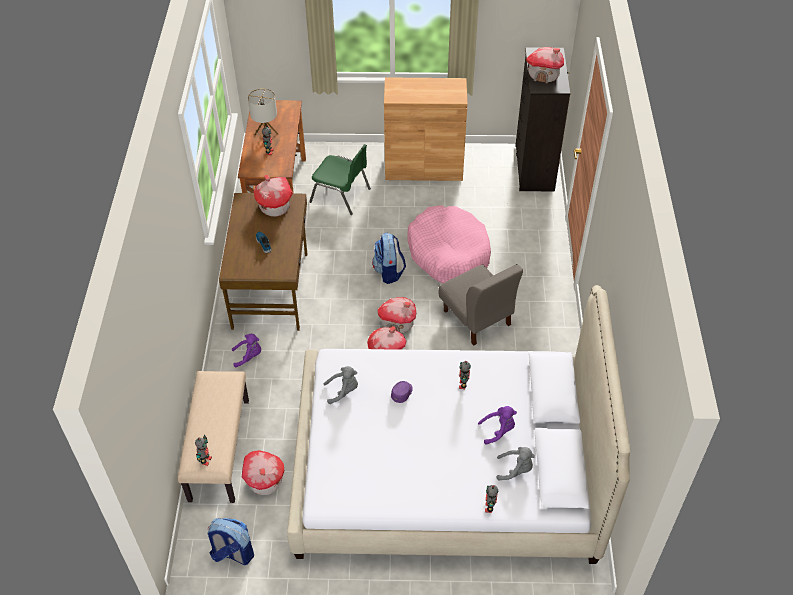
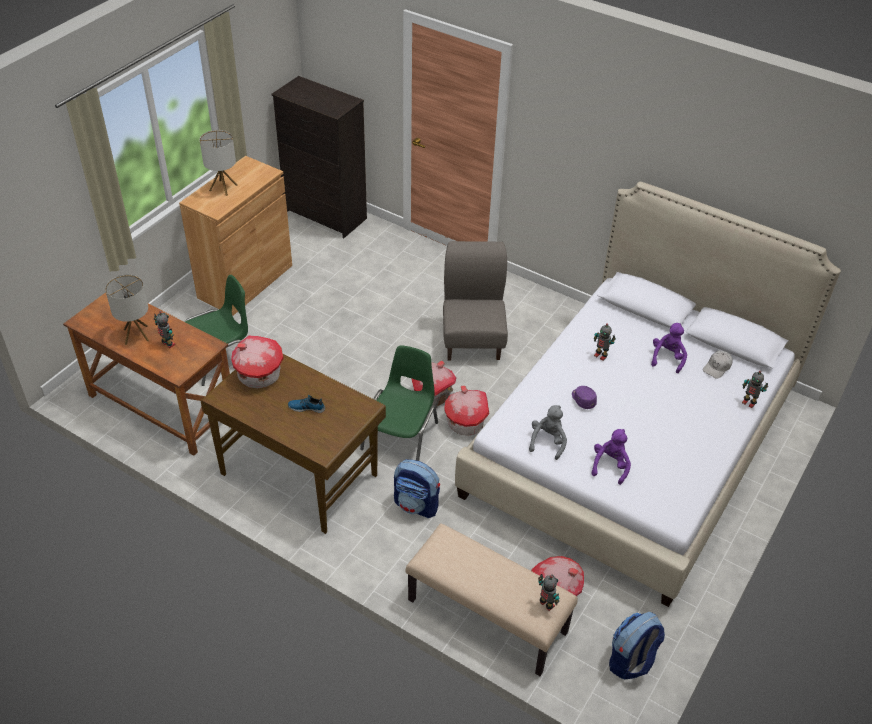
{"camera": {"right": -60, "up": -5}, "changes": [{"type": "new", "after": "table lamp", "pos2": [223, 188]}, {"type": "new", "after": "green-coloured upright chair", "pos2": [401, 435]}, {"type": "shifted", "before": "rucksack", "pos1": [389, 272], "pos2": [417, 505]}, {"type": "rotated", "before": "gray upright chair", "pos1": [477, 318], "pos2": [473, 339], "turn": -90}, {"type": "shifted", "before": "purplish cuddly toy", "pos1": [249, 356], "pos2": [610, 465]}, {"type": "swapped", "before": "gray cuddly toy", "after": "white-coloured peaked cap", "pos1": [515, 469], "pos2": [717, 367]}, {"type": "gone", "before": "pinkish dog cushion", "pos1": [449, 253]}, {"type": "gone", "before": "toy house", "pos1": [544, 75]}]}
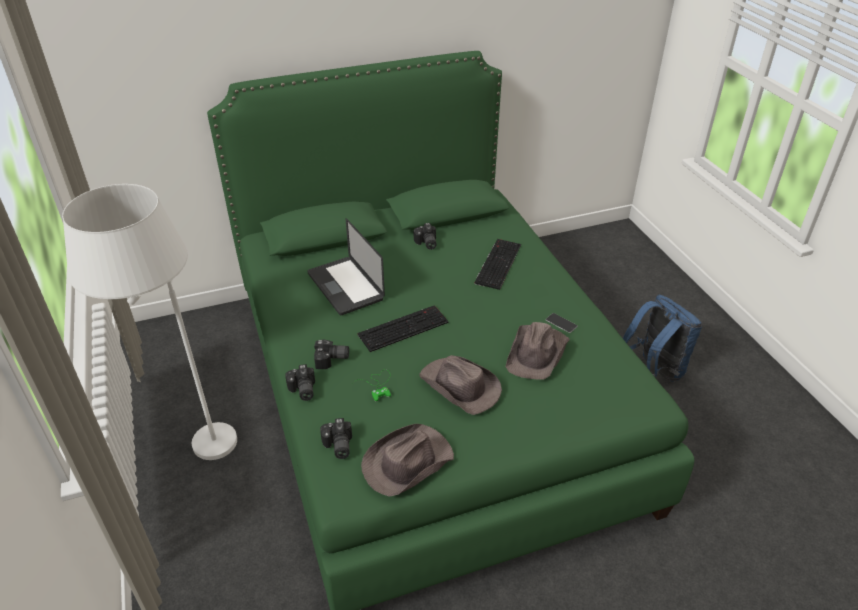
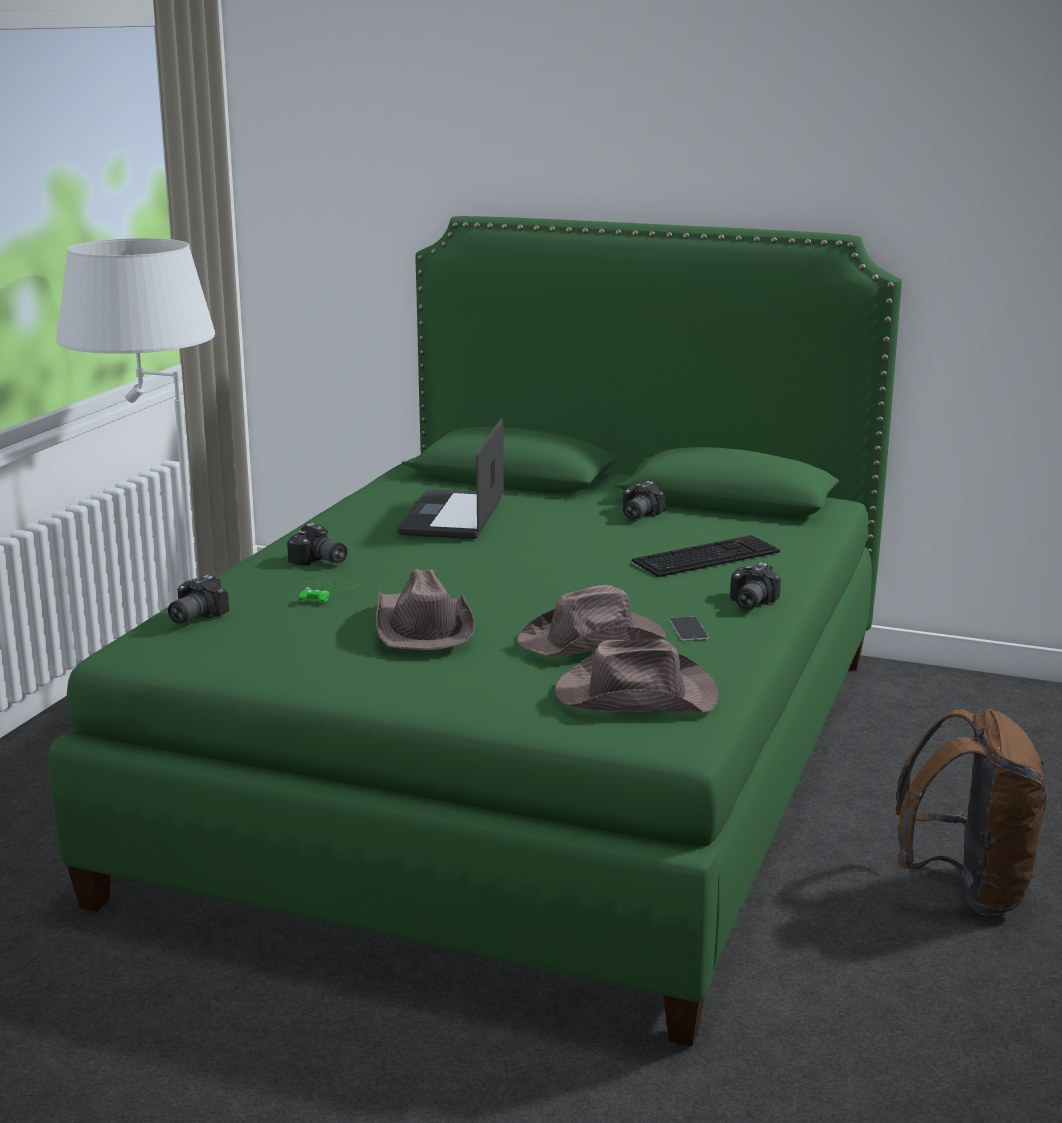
{"camera": {"right": 40, "up": -20}, "changes": [{"type": "shifted", "before": "brownish hat", "pos1": [406, 462], "pos2": [634, 695]}, {"type": "shifted", "before": "photo camera", "pos1": [302, 390], "pos2": [748, 603]}, {"type": "repainted", "before": "bluish rucksack", "after": "brownish rucksack", "pos1": [654, 370], "pos2": [967, 890]}, {"type": "gone", "before": "PC keyboard", "pos1": [403, 327]}]}
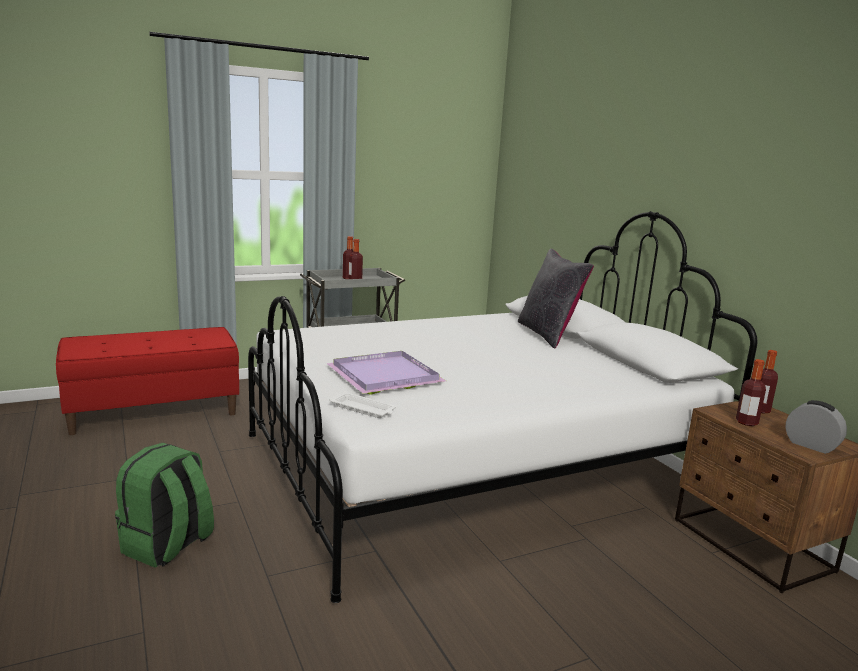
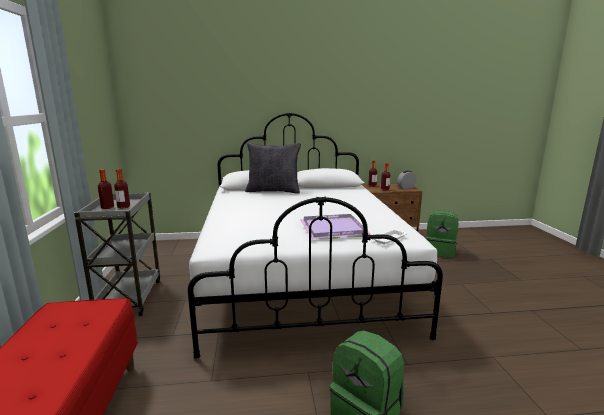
{"camera": {"right": -70, "up": 0}, "changes": [{"type": "new", "after": "green-coloured rucksack", "pos2": [440, 251]}]}
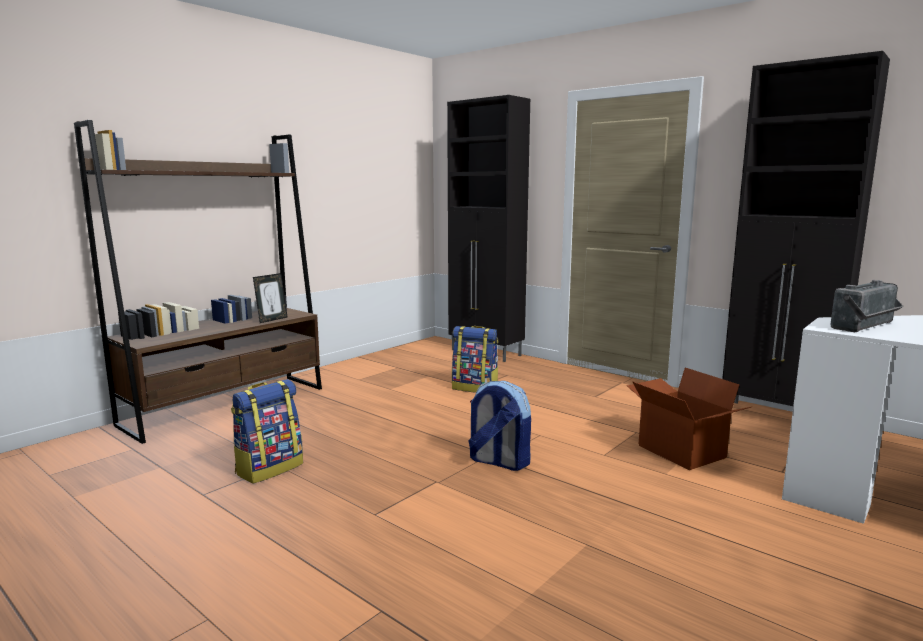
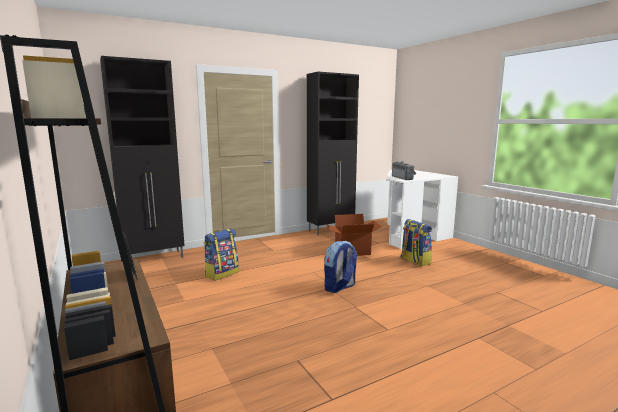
{"camera": {"right": -70, "up": 0}, "changes": [{"type": "shifted", "before": "rucksack", "pos1": [269, 468], "pos2": [414, 261]}]}
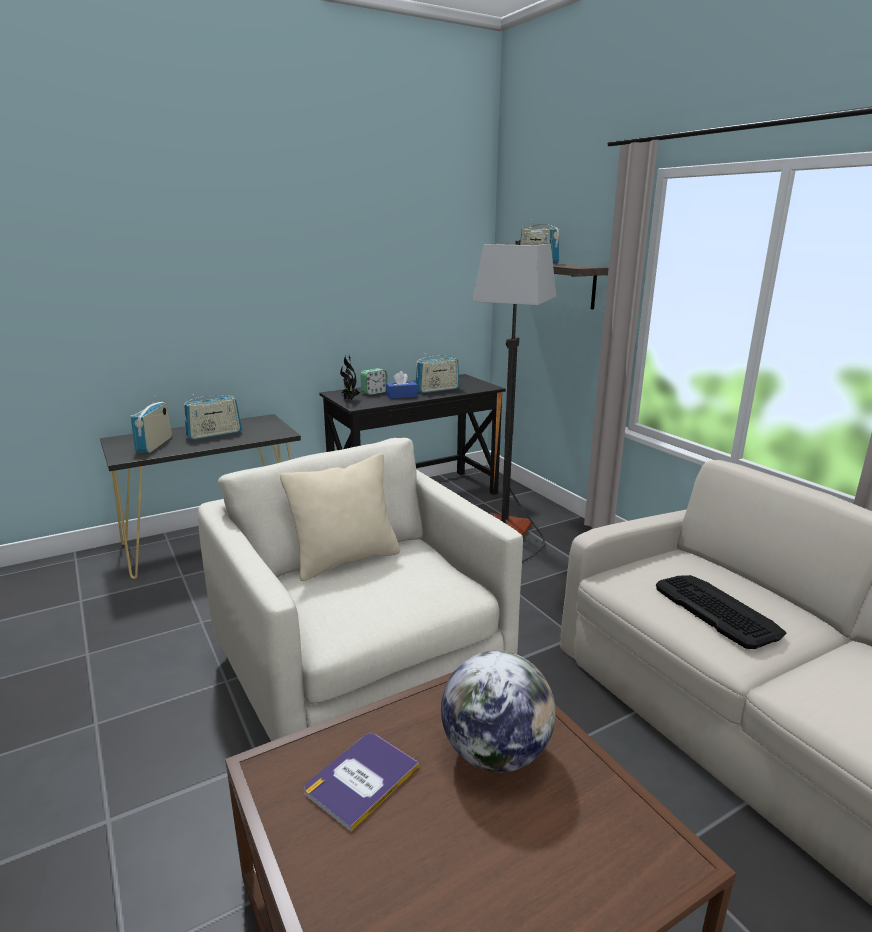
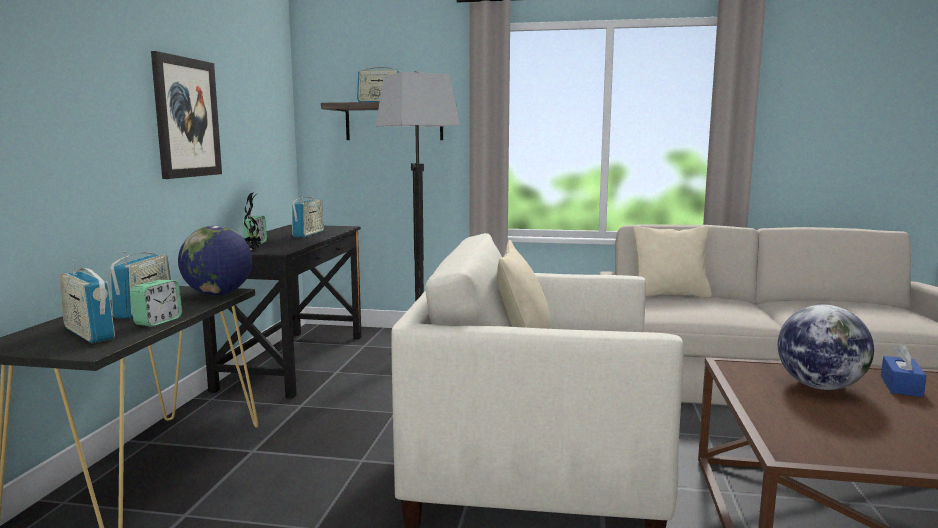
{"camera": {"right": -50, "up": -10}, "changes": [{"type": "new", "after": "table clock", "pos2": [158, 321]}, {"type": "new", "after": "wall art", "pos2": [187, 118]}, {"type": "new", "after": "globe", "pos2": [218, 294]}, {"type": "new", "after": "beige cushion", "pos2": [670, 295]}, {"type": "shifted", "before": "bluish tissue holder", "pos1": [401, 396], "pos2": [901, 386]}, {"type": "gone", "before": "volume", "pos1": [361, 779]}, {"type": "gone", "before": "PC keyboard", "pos1": [716, 610]}]}
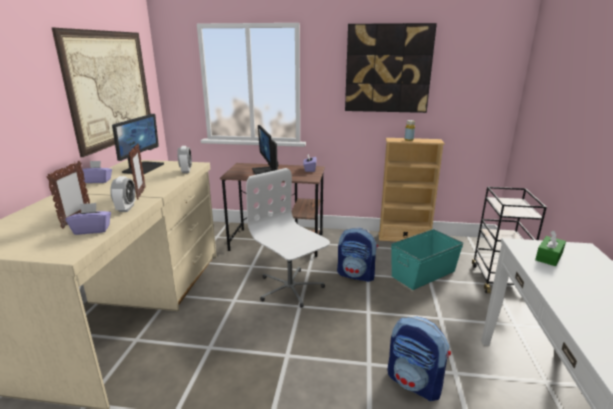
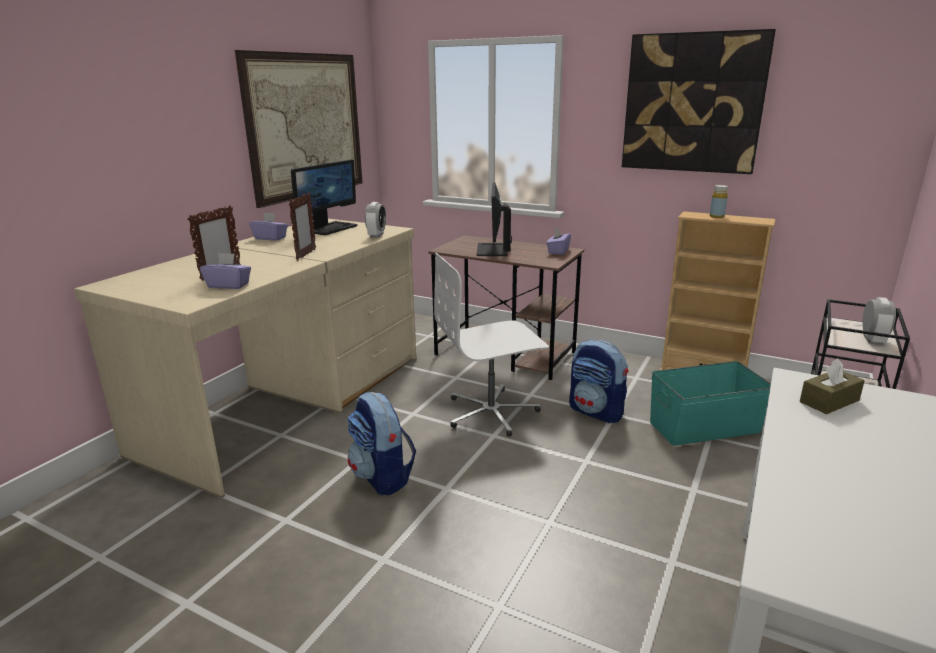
{"camera": {"right": 20, "up": 0}, "changes": [{"type": "shifted", "before": "rucksack", "pos1": [415, 383], "pos2": [382, 477]}, {"type": "rotated", "before": "white-coloured office chair", "pos1": [289, 288], "pos2": [491, 412], "turn": -90}, {"type": "repainted", "before": "green-coloured tissue holder", "after": "brownish tissue holder", "pos1": [549, 257], "pos2": [829, 401]}, {"type": "shifted", "before": "table clock", "pos1": [126, 208], "pos2": [872, 340]}]}
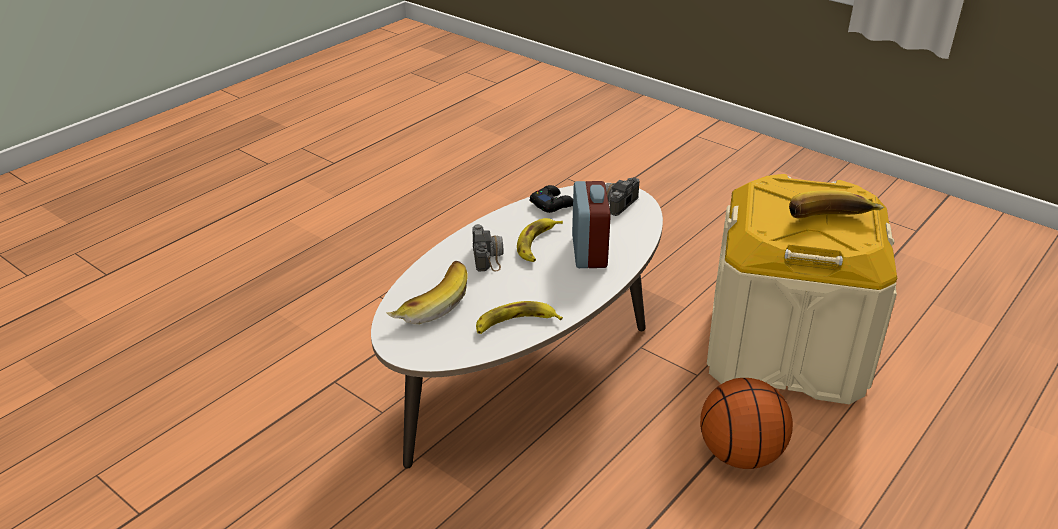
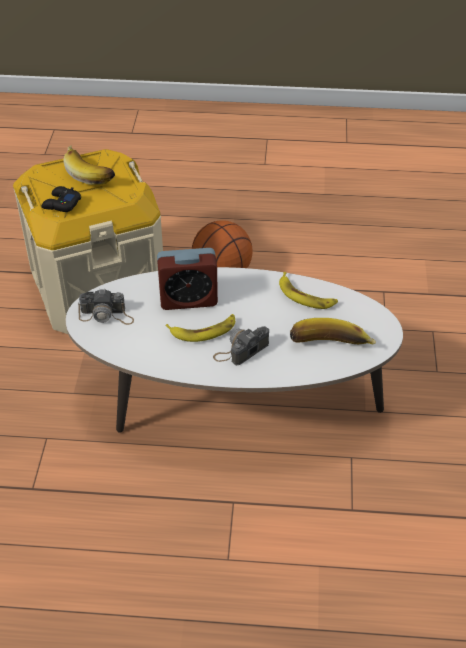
{"camera": {"right": -125, "up": 10}, "changes": [{"type": "shifted", "before": "black-coloured game controller", "pos1": [552, 204], "pos2": [61, 204]}, {"type": "rotated", "before": "table clock", "pos1": [589, 251], "pos2": [188, 299], "turn": -150}]}
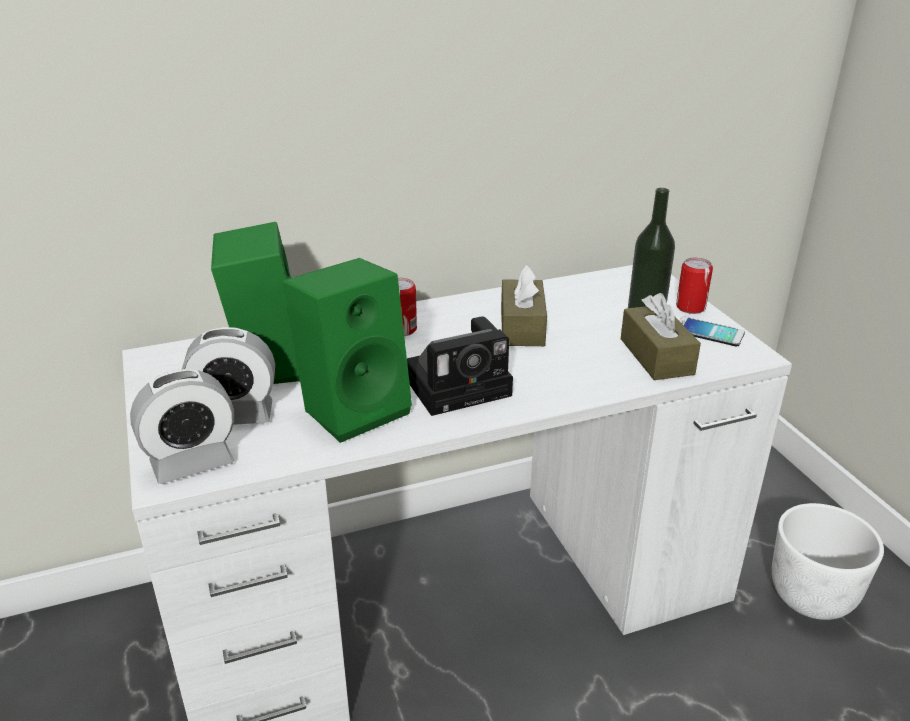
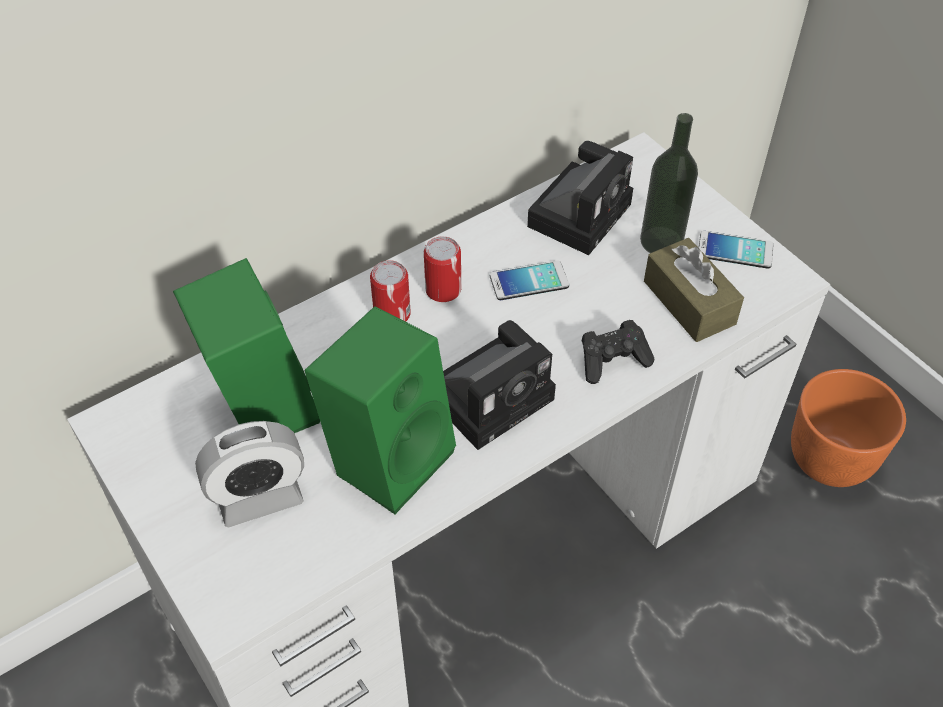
{"camera": {"right": -15, "up": 20}, "changes": [{"type": "shifted", "before": "metal can", "pos1": [690, 307], "pos2": [443, 290]}, {"type": "swapped", "before": "brownish tissue holder", "after": "phone", "pos1": [522, 327], "pos2": [529, 281]}, {"type": "new", "after": "photo camera", "pos2": [580, 212]}, {"type": "new", "after": "black-coloured game controller", "pos2": [613, 360]}, {"type": "repainted", "before": "white-coloured flower pot", "after": "orange flower pot", "pos1": [811, 599], "pos2": [830, 461]}, {"type": "gone", "before": "table clock", "pos1": [192, 463]}]}
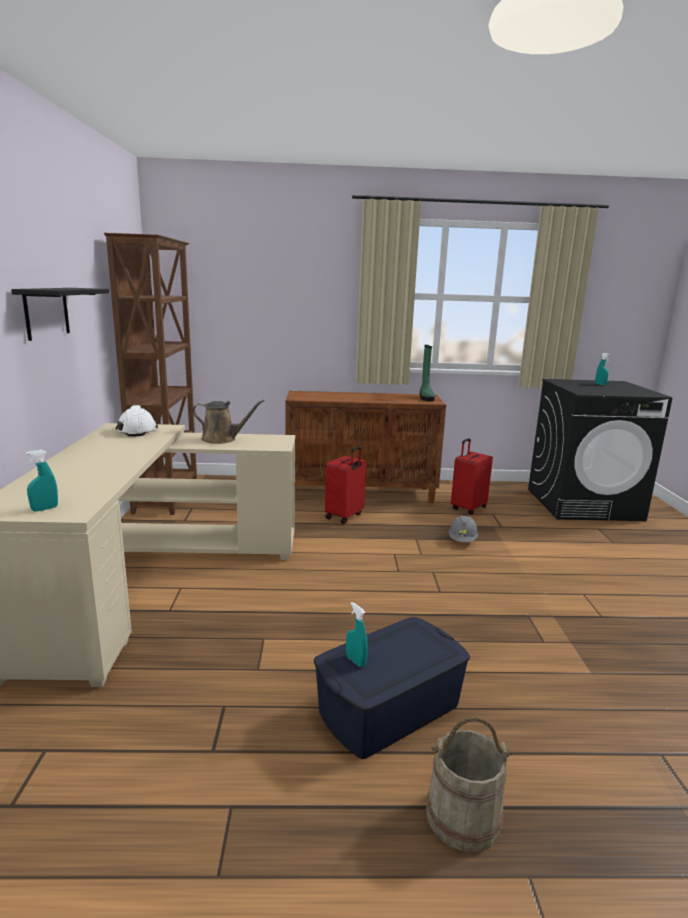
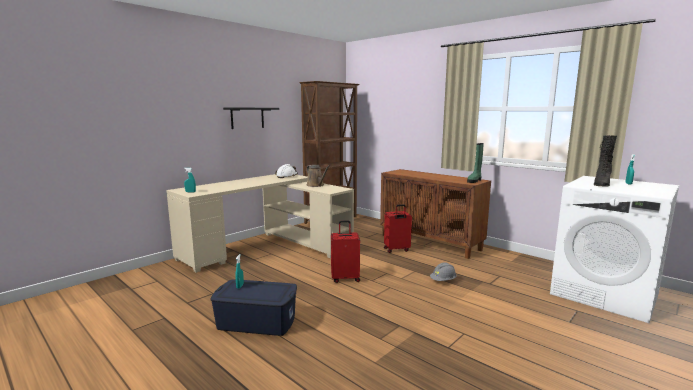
{"camera": {"right": 45, "up": -5}, "changes": [{"type": "shifted", "before": "red-coloured piece of luggage", "pos1": [468, 508], "pos2": [345, 278]}, {"type": "repainted", "before": "black-coloured washing machine", "after": "white-coloured washing machine", "pos1": [584, 504], "pos2": [605, 294]}, {"type": "new", "after": "black-coloured high-top boot", "pos2": [601, 184]}, {"type": "gone", "before": "beige water bucket", "pos1": [463, 817]}]}
